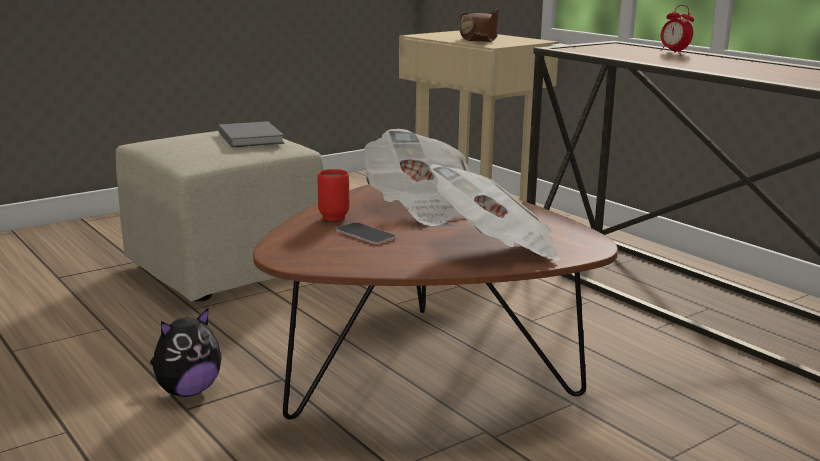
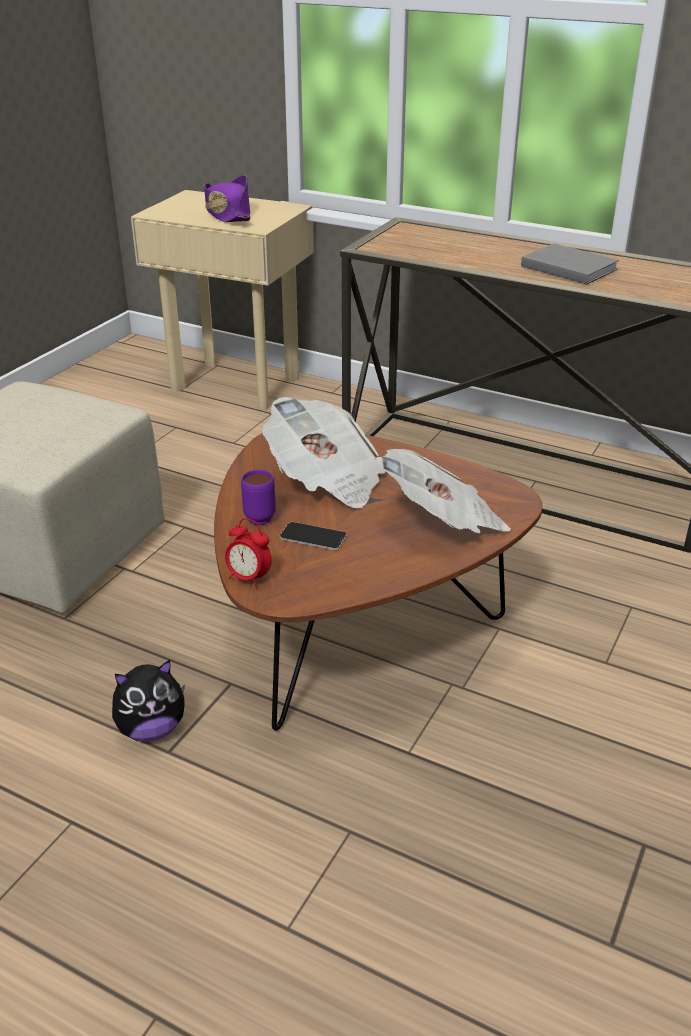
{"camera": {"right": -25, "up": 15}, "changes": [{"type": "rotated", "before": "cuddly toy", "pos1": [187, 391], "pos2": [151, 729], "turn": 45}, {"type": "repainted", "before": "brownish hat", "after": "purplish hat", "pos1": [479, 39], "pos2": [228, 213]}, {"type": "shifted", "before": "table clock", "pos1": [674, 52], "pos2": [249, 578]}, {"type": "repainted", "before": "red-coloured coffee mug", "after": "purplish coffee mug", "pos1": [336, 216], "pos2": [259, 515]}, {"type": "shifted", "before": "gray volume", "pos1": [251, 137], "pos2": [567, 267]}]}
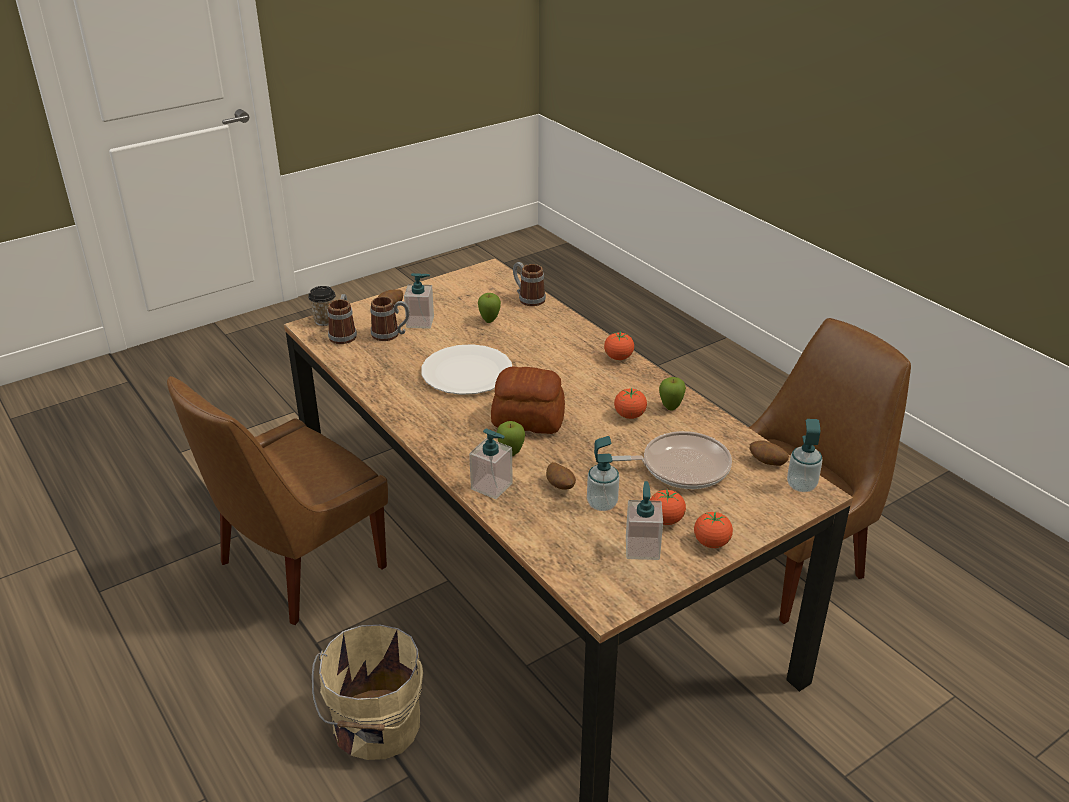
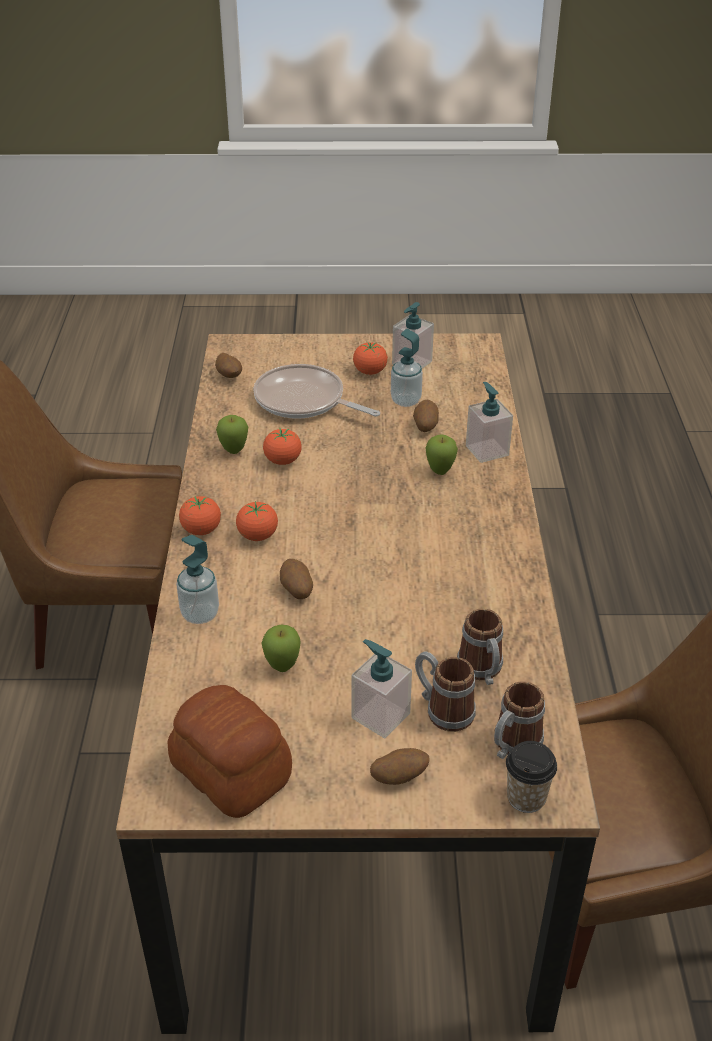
{"camera": {"right": -145, "up": 5}, "changes": [{"type": "shifted", "before": "baked bread", "pos1": [527, 419], "pos2": [230, 773]}, {"type": "shifted", "before": "liquid soap bottle", "pos1": [801, 485], "pos2": [200, 614]}, {"type": "shifted", "before": "fresh tomato", "pos1": [711, 543], "pos2": [258, 536]}, {"type": "new", "after": "whole potato", "pos2": [296, 590]}, {"type": "shifted", "before": "coffee mug", "pos1": [528, 298], "pos2": [482, 671]}, {"type": "gone", "before": "beige water bucket", "pos1": [375, 727]}, {"type": "gone", "before": "white-coloured dinner plate", "pos1": [467, 372]}]}
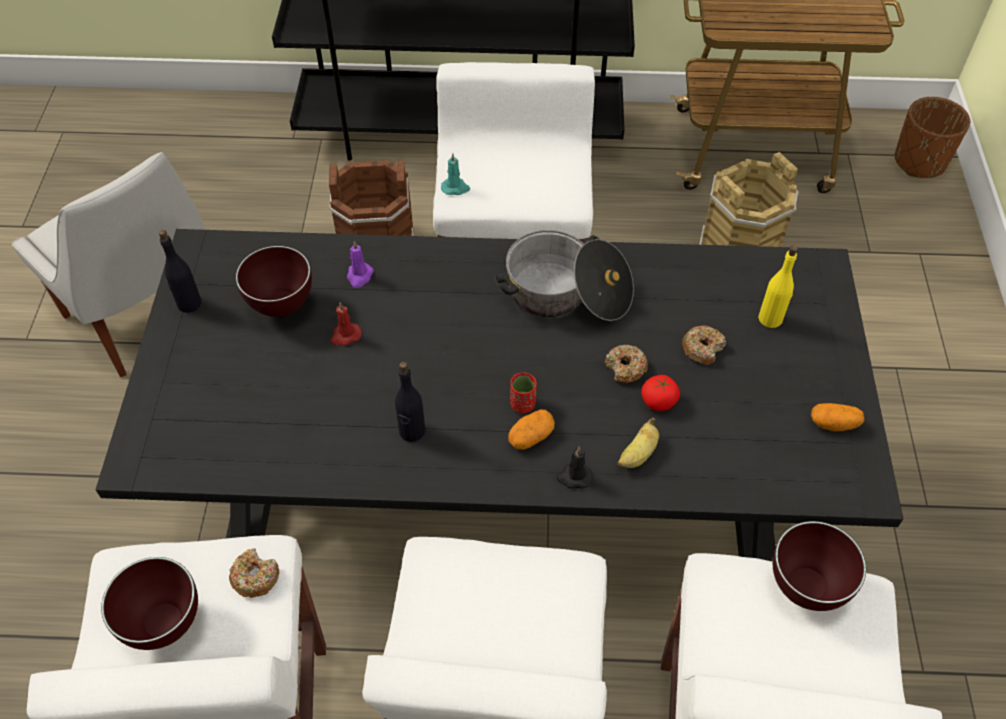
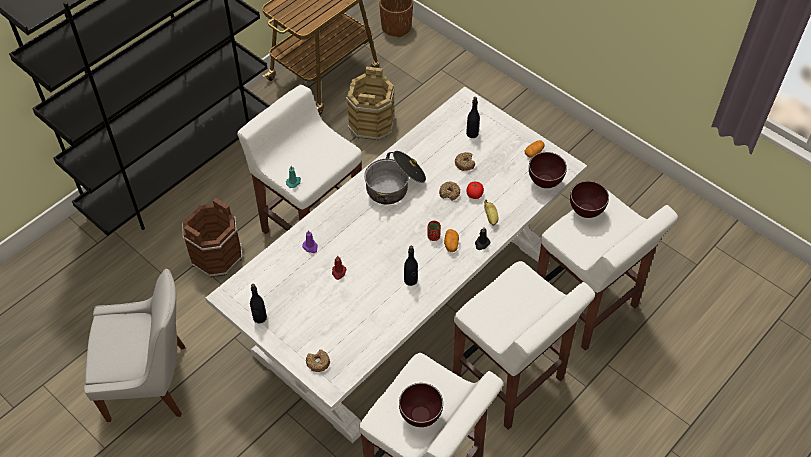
{"camera": {"right": -50, "up": 0}, "changes": [{"type": "repainted", "before": "black-coloured dining table", "after": "white-coloured dining table", "pos1": [504, 487], "pos2": [404, 300]}, {"type": "shifted", "before": "ring doughnut", "pos1": [255, 577], "pos2": [318, 363]}, {"type": "repainted", "before": "yellowish drink bottle", "after": "black-coloured drink bottle", "pos1": [770, 318], "pos2": [472, 133]}, {"type": "shifted", "before": "brownish bowl", "pos1": [283, 306], "pos2": [544, 182]}]}
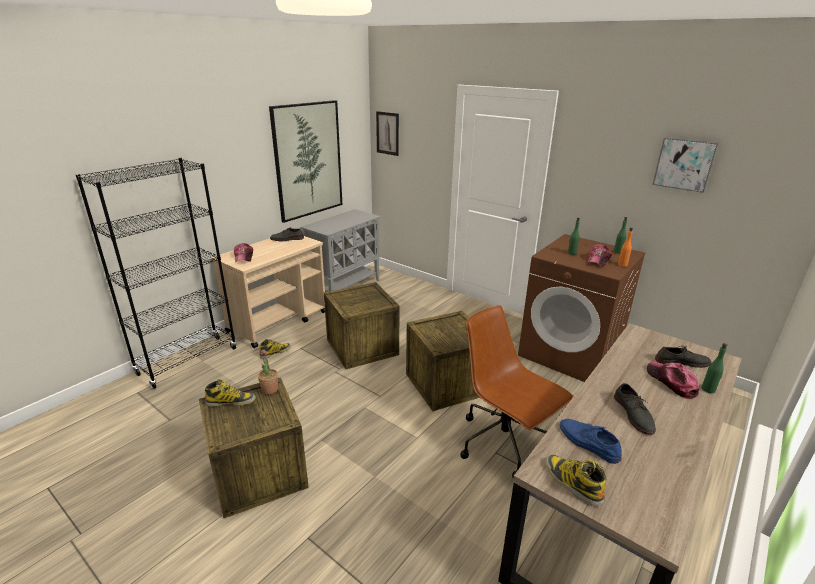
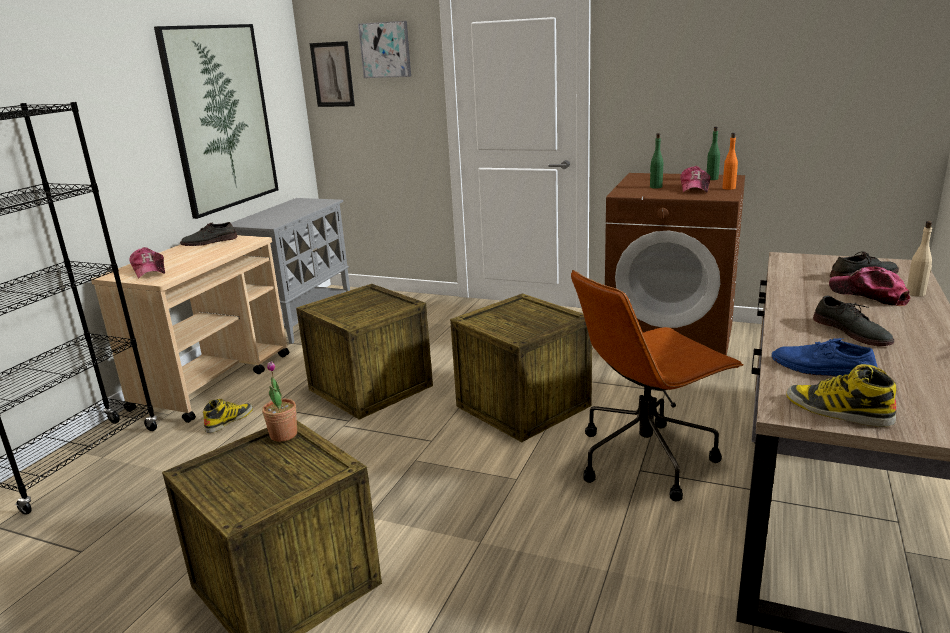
{"camera": {"right": -15, "up": -5}, "changes": [{"type": "shifted", "before": "wall art", "pos1": [684, 164], "pos2": [386, 49]}, {"type": "rotated", "before": "brownish office chair", "pos1": [504, 444], "pos2": [646, 458], "turn": -60}, {"type": "repainted", "before": "green-coloured drink bottle", "after": "beige drink bottle", "pos1": [708, 389], "pos2": [916, 293]}, {"type": "gone", "before": "high-top boot", "pos1": [231, 401]}]}
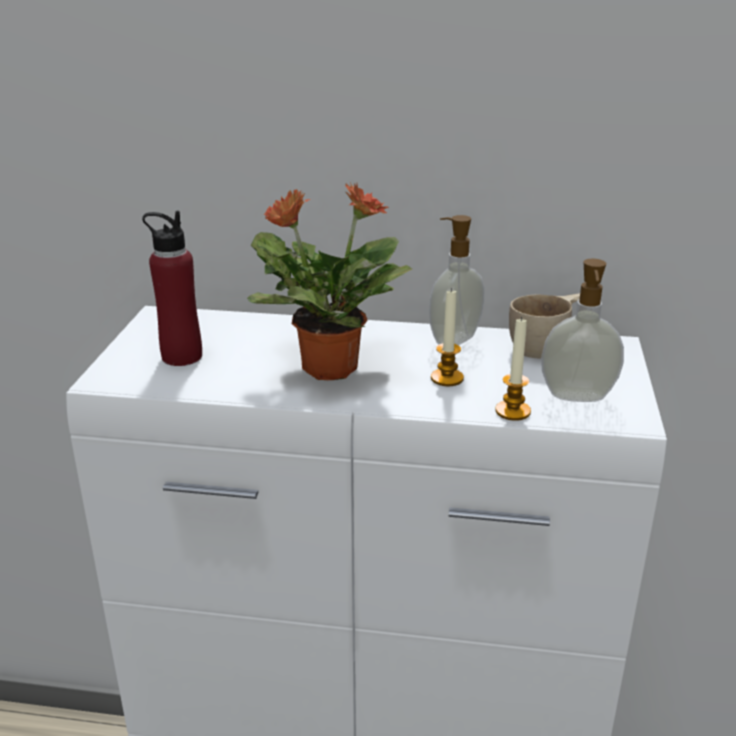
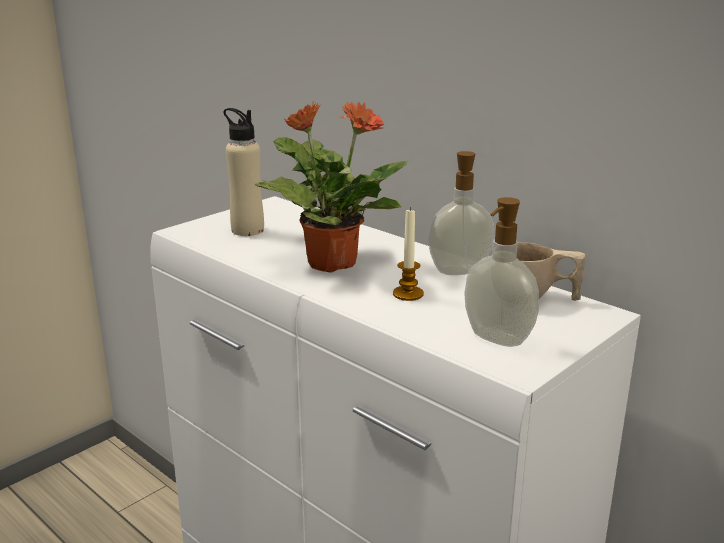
{"camera": {"right": 35, "up": -5}, "changes": [{"type": "repainted", "before": "red-coloured drink bottle", "after": "beige drink bottle", "pos1": [181, 356], "pos2": [247, 230]}, {"type": "gone", "before": "wax light", "pos1": [512, 411]}]}
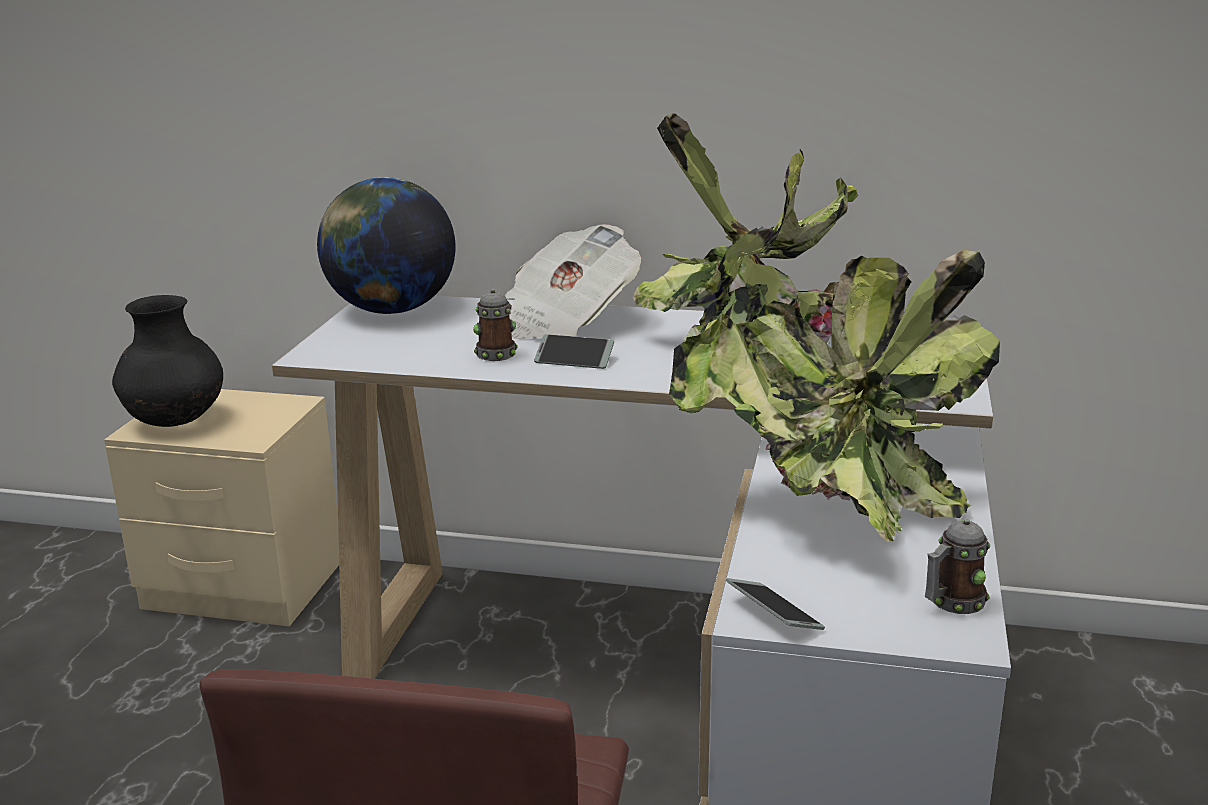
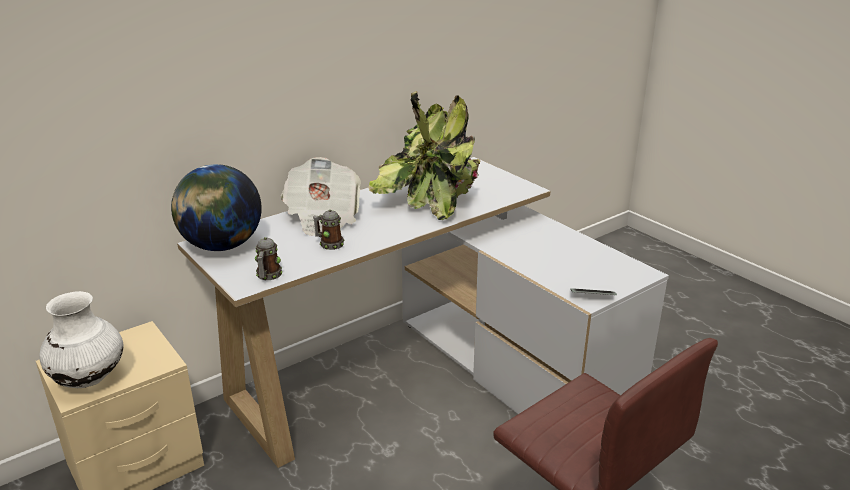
{"camera": {"right": -50, "up": 5}, "changes": [{"type": "repainted", "before": "black-coloured decorative vase", "after": "white-coloured decorative vase", "pos1": [176, 422], "pos2": [89, 379]}, {"type": "shifted", "before": "coffee mug", "pos1": [952, 603], "pos2": [268, 276]}, {"type": "gone", "before": "phone", "pos1": [574, 359]}, {"type": "gone", "before": "plant in a pot", "pos1": [827, 513]}]}
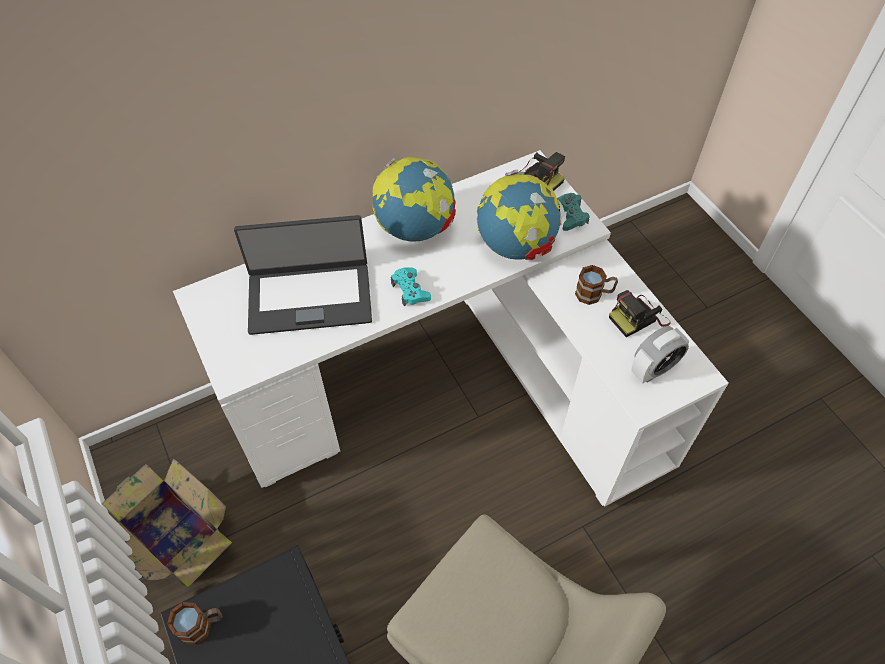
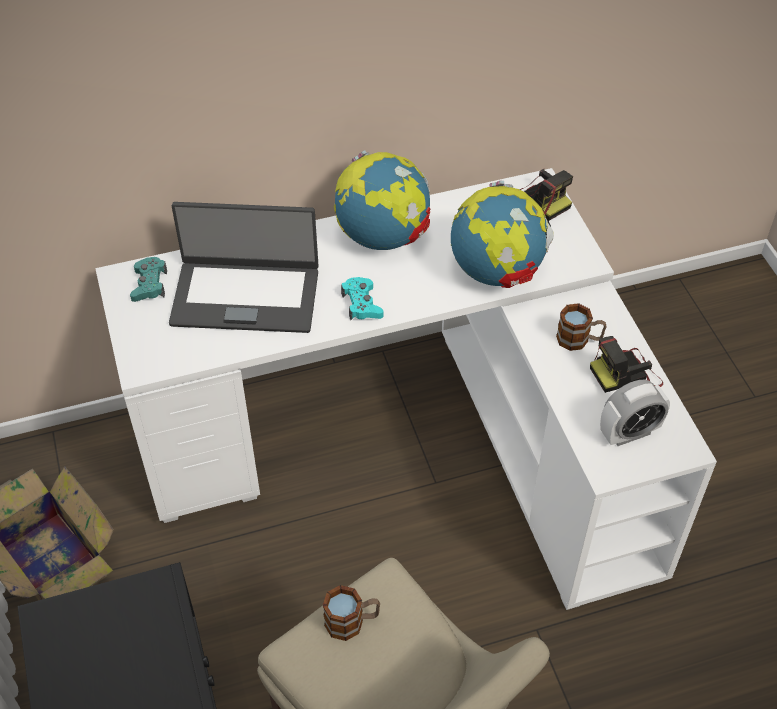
{"camera": {"right": 10, "up": -5}, "changes": [{"type": "shifted", "before": "blue-green game controller", "pos1": [570, 215], "pos2": [149, 284]}, {"type": "shifted", "before": "coffee mug", "pos1": [202, 625], "pos2": [352, 622]}]}
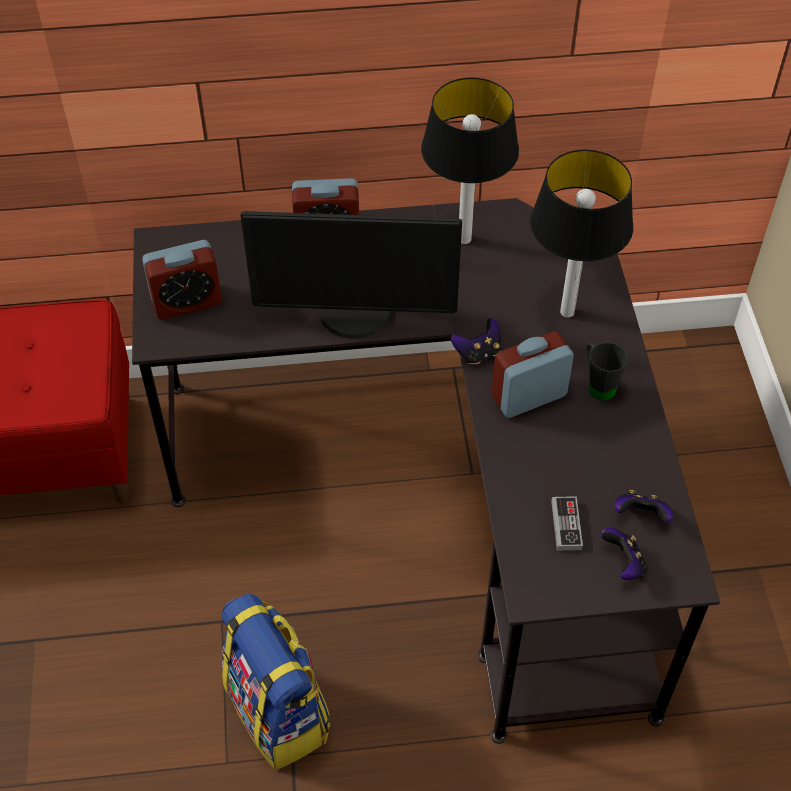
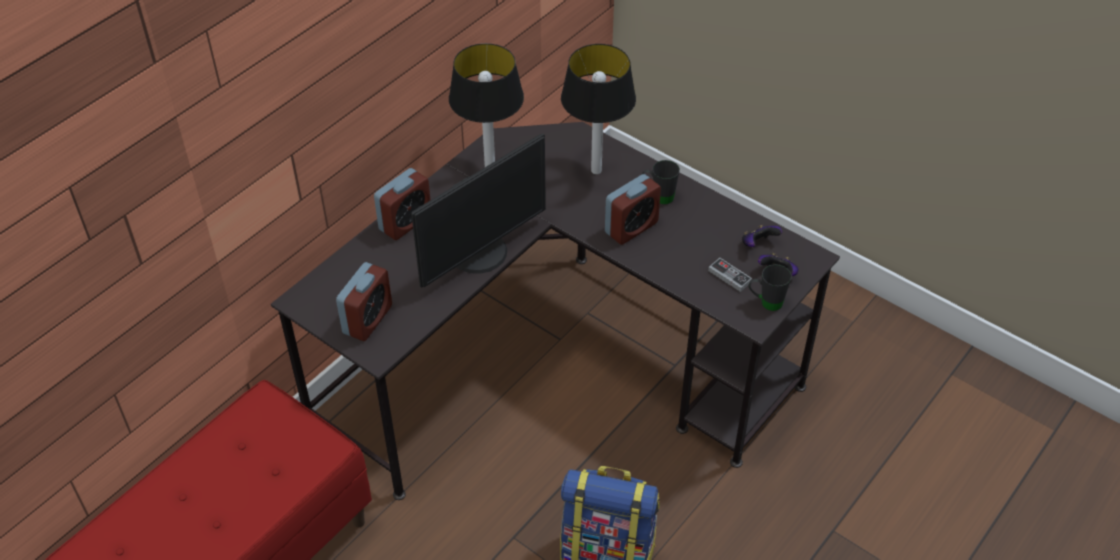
{"camera": {"right": -45, "up": -5}, "changes": [{"type": "rotated", "before": "table clock", "pos1": [528, 396], "pos2": [631, 228], "turn": -150}, {"type": "new", "after": "black-coloured coffee mug", "pos2": [765, 303]}, {"type": "gone", "before": "game controller", "pos1": [478, 353]}]}
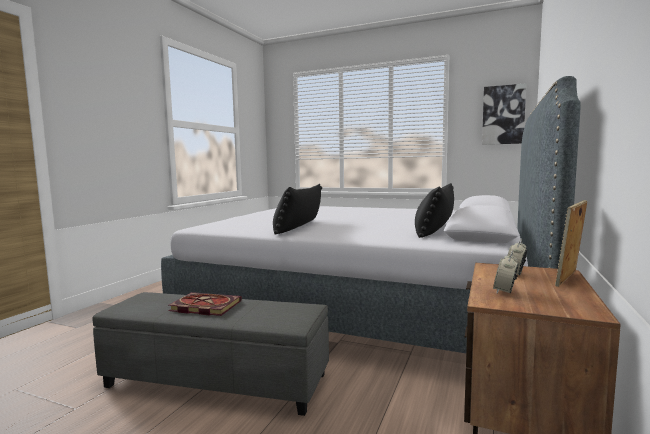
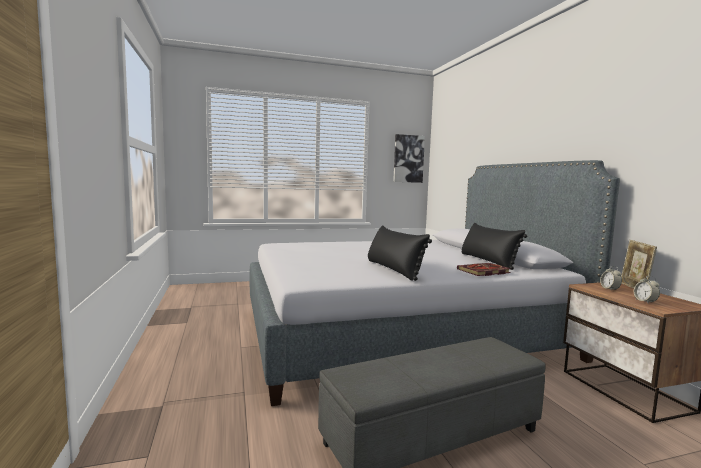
{"camera": {"right": -40, "up": 0}, "changes": [{"type": "shifted", "before": "volume", "pos1": [203, 307], "pos2": [483, 271]}]}
